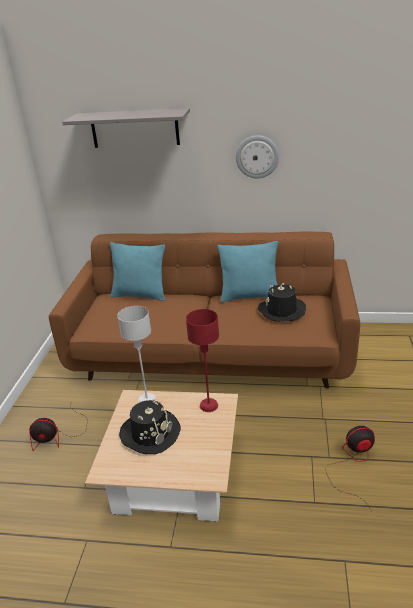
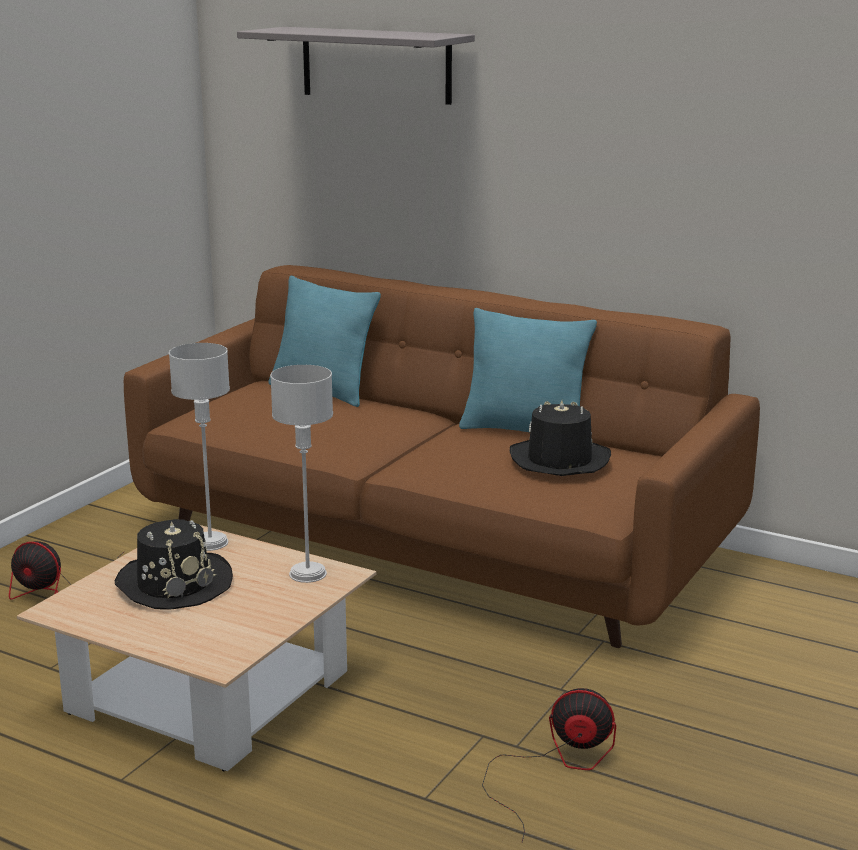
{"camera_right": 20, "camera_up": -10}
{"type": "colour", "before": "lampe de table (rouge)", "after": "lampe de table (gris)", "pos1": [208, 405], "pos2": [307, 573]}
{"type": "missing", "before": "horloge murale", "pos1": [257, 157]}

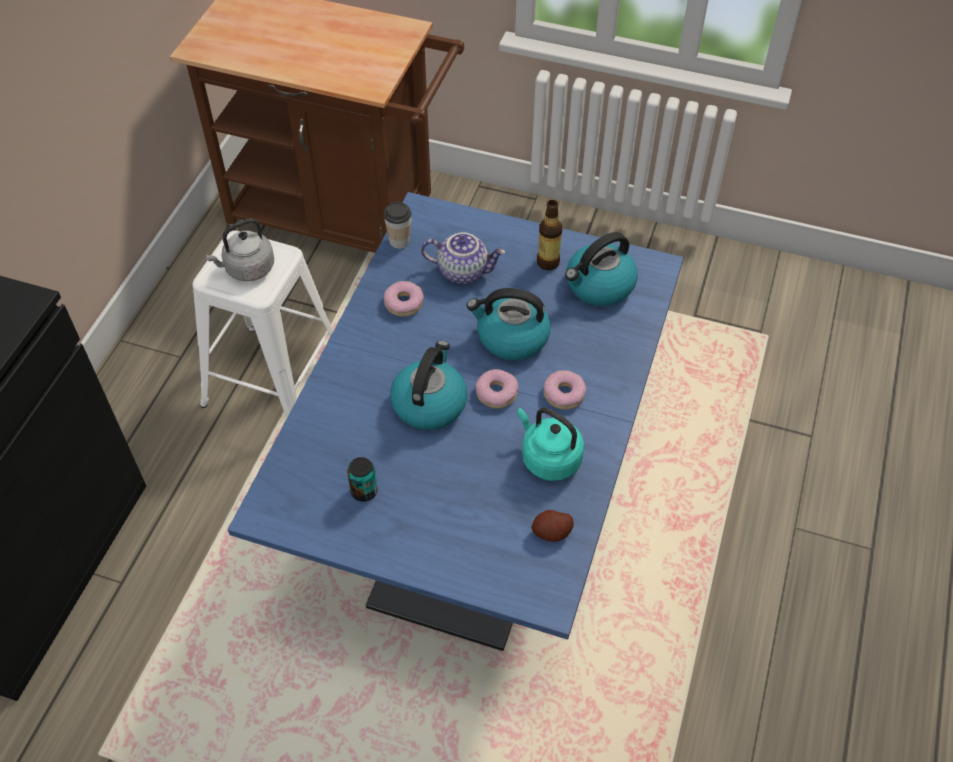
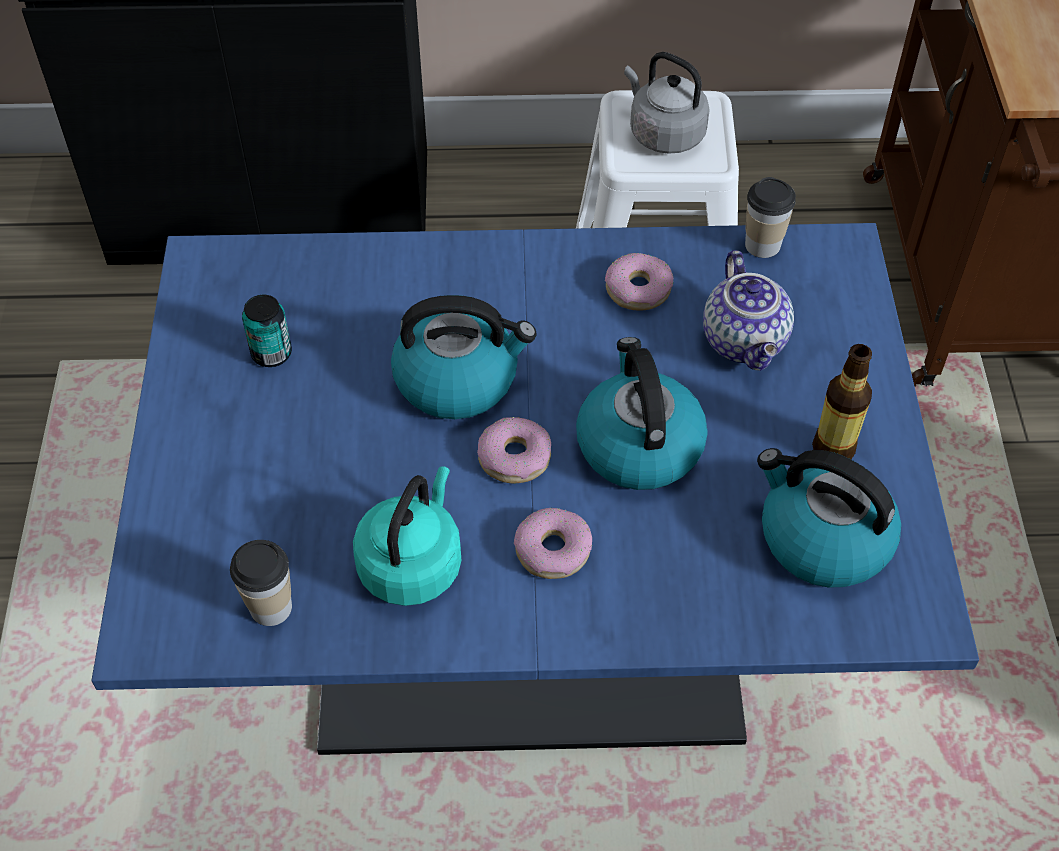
{"camera_right": 70, "camera_up": 0}
{"type": "exchanged", "before": "pomme de terre", "after": "tasse", "pos1": [552, 532], "pos2": [270, 607]}

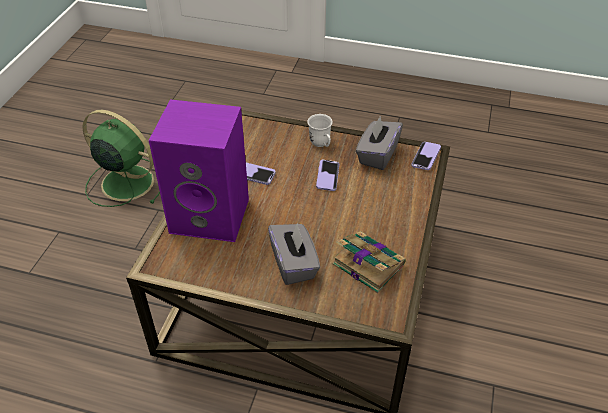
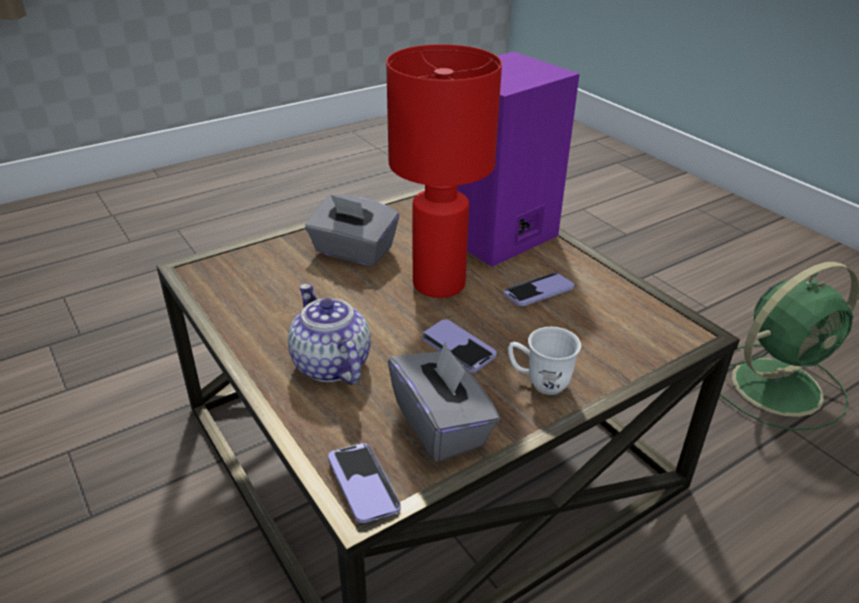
{"camera_right": 130, "camera_up": -10}
{"type": "appeared", "after": "théière", "pos2": [330, 364]}
{"type": "appeared", "after": "lampe de table (rouge)", "pos2": [437, 284]}
{"type": "missing", "before": "livre", "pos1": [367, 263]}

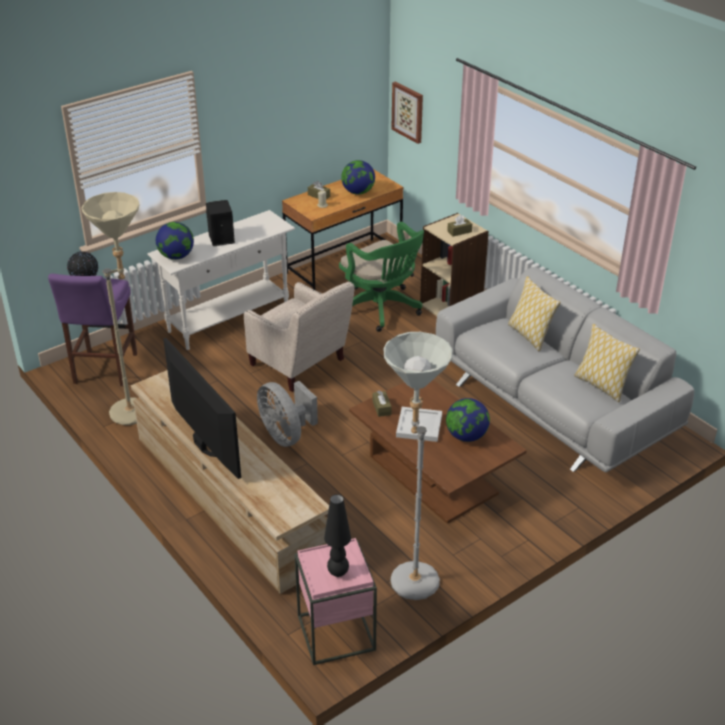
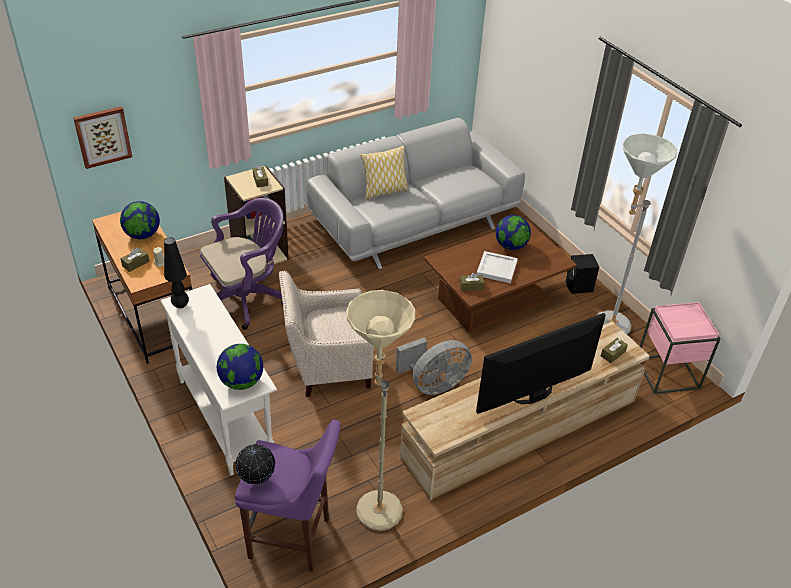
{"camera_right": -85, "camera_up": 5}
{"type": "relocated", "before": "lampe de table (noir)", "pos1": [338, 573], "pos2": [180, 305]}
{"type": "colour", "before": "chaise de bureau (vert)", "after": "chaise de bureau (violet)", "pos1": [382, 309], "pos2": [247, 298]}
{"type": "spun", "before": "fauteuil (beige)", "pos1": [300, 365], "pos2": [326, 365], "turn": -150}
{"type": "relocated", "before": "enceinte (noir)", "pos1": [220, 239], "pos2": [579, 287]}
{"type": "appeared", "after": "boîte à mouchoirs (marron)", "pos2": [613, 354]}
{"type": "missing", "before": "coussin", "pos1": [601, 385]}

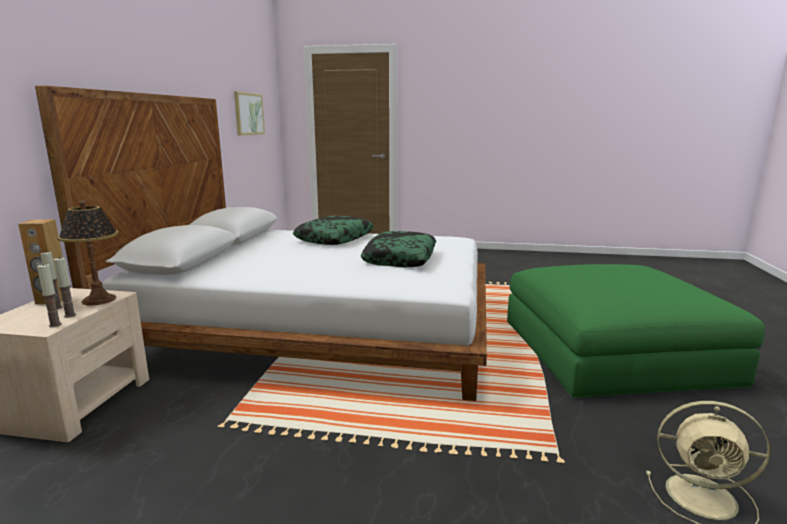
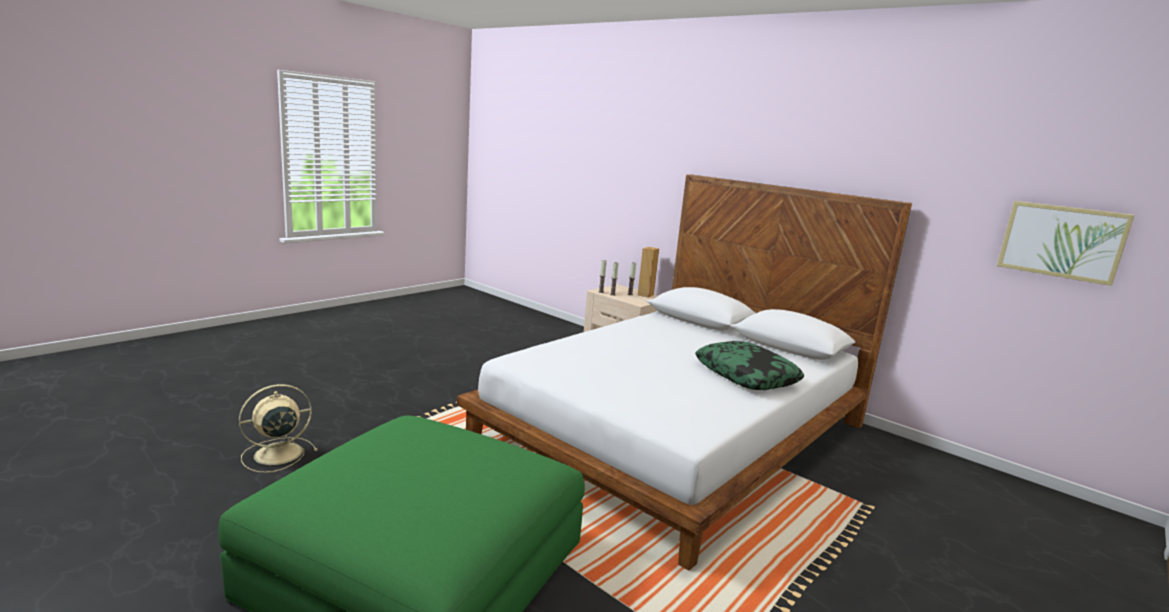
{"camera_right": 120, "camera_up": 0}
{"type": "missing", "before": "lampe de table", "pos1": [99, 299]}
{"type": "missing", "before": "coussin", "pos1": [400, 258]}

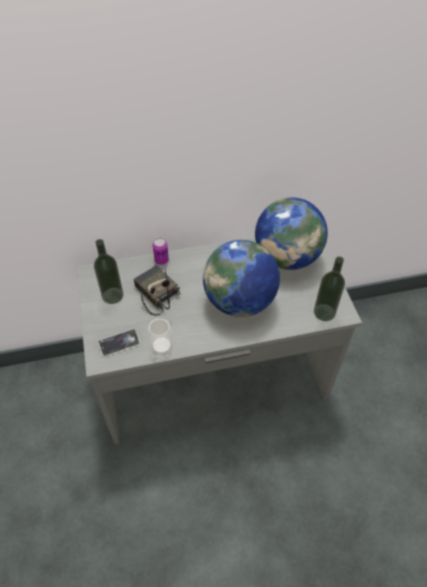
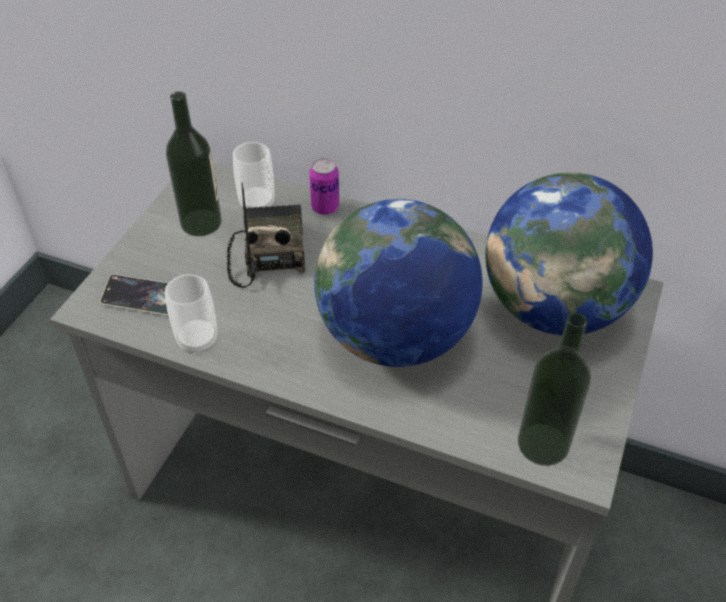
{"camera_right": 35, "camera_up": -5}
{"type": "appeared", "after": "tasse", "pos2": [257, 203]}

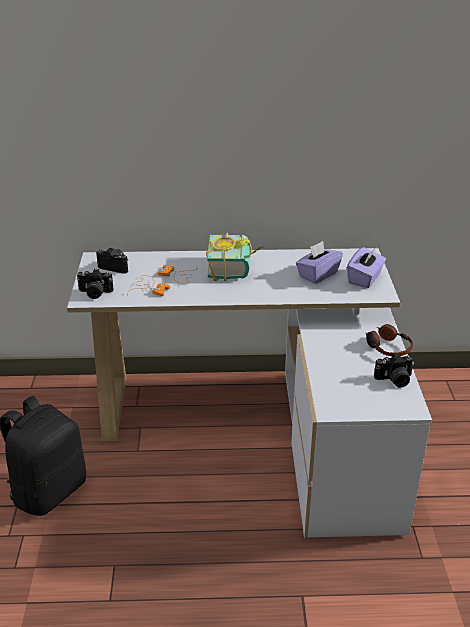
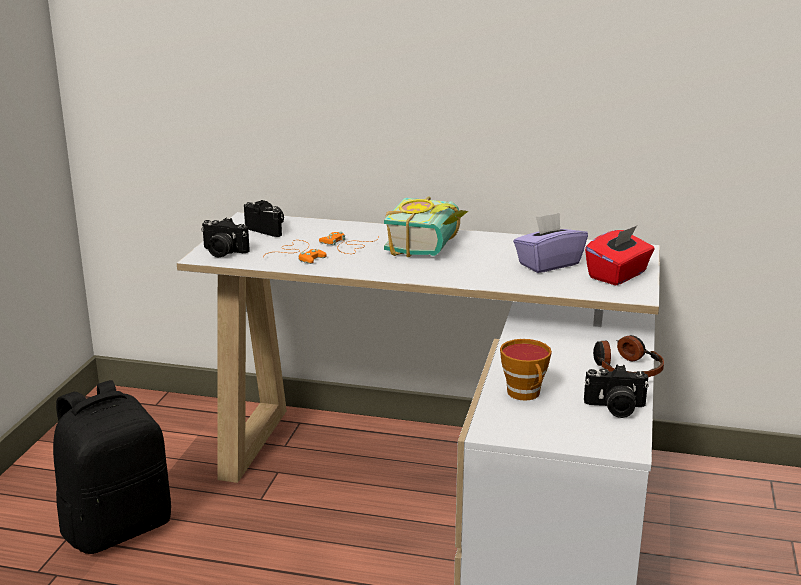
{"camera_right": 15, "camera_up": -10}
{"type": "appeared", "after": "tasse", "pos2": [526, 394]}
{"type": "colour", "before": "boîte à mouchoirs (violet)", "after": "boîte à mouchoirs (rouge)", "pos1": [365, 279], "pos2": [618, 275]}

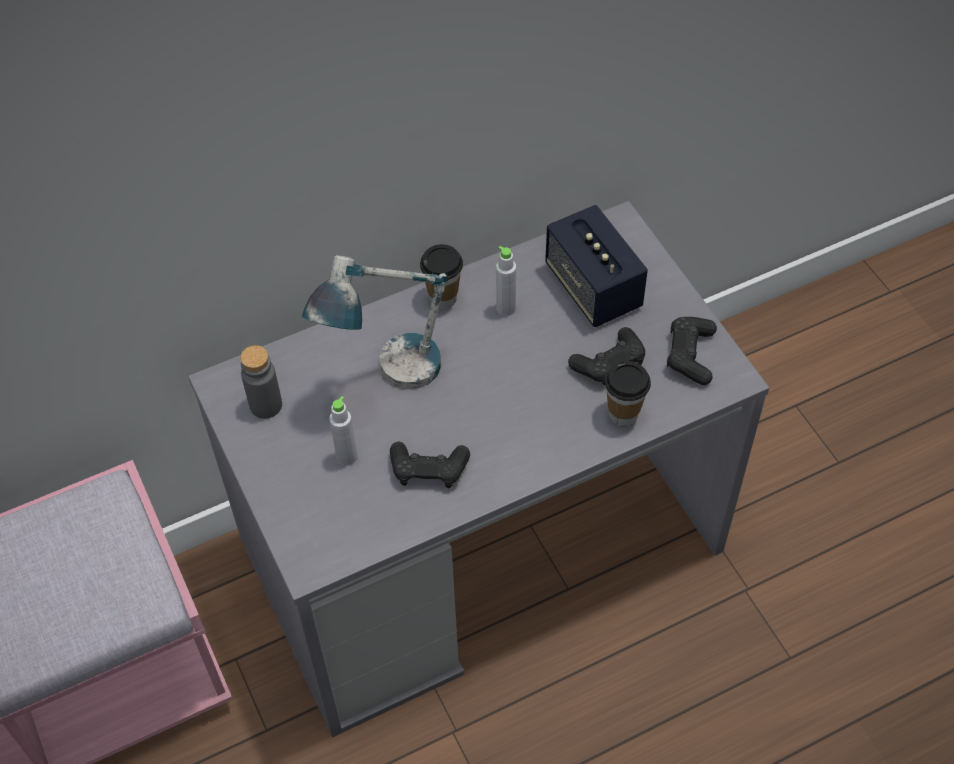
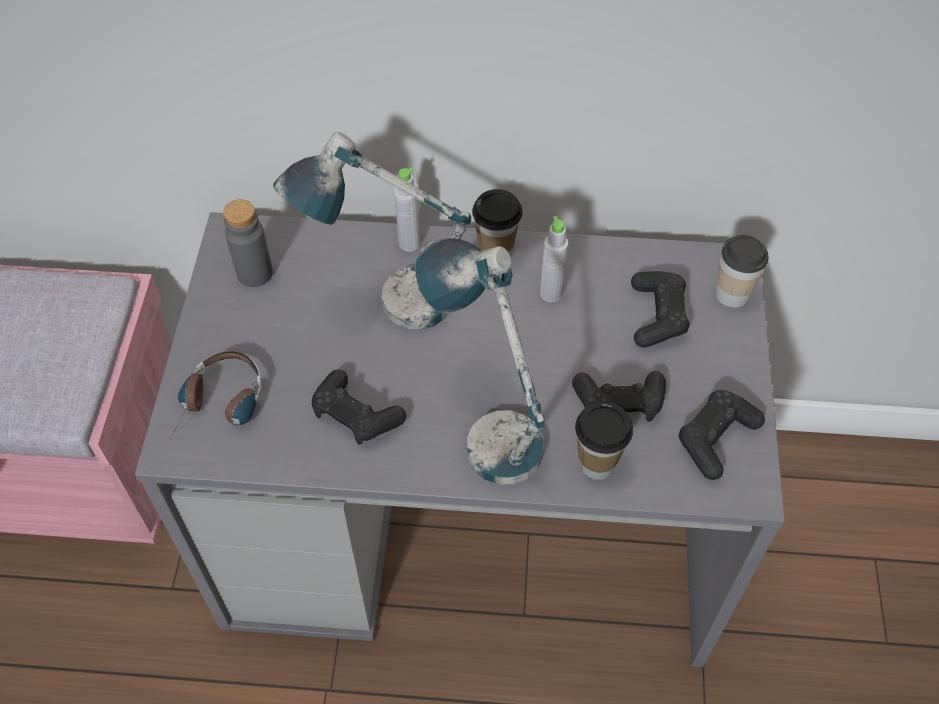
{"camera_right": 30, "camera_up": 0}
{"type": "appeared", "after": "casque audio", "pos2": [220, 407]}
{"type": "relocated", "before": "bouteille (gris)", "pos1": [346, 457], "pos2": [409, 243]}
{"type": "appeared", "after": "lampe de table", "pos2": [485, 425]}
{"type": "exchanged", "before": "enceinte", "after": "manette (noir)", "pos1": [593, 287], "pos2": [657, 315]}
{"type": "appeared", "after": "tasse", "pos2": [732, 294]}

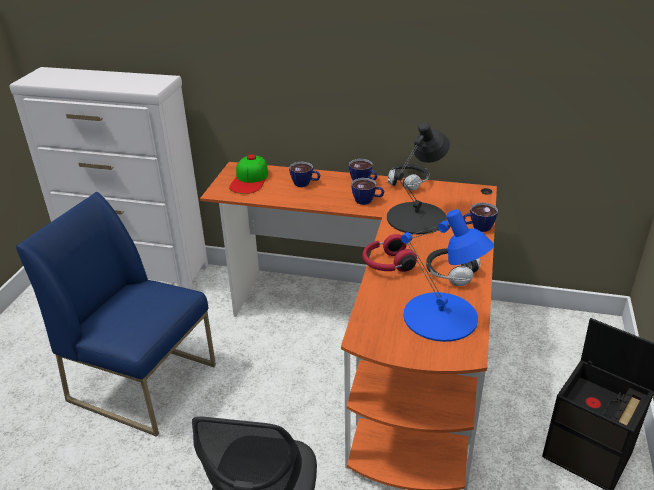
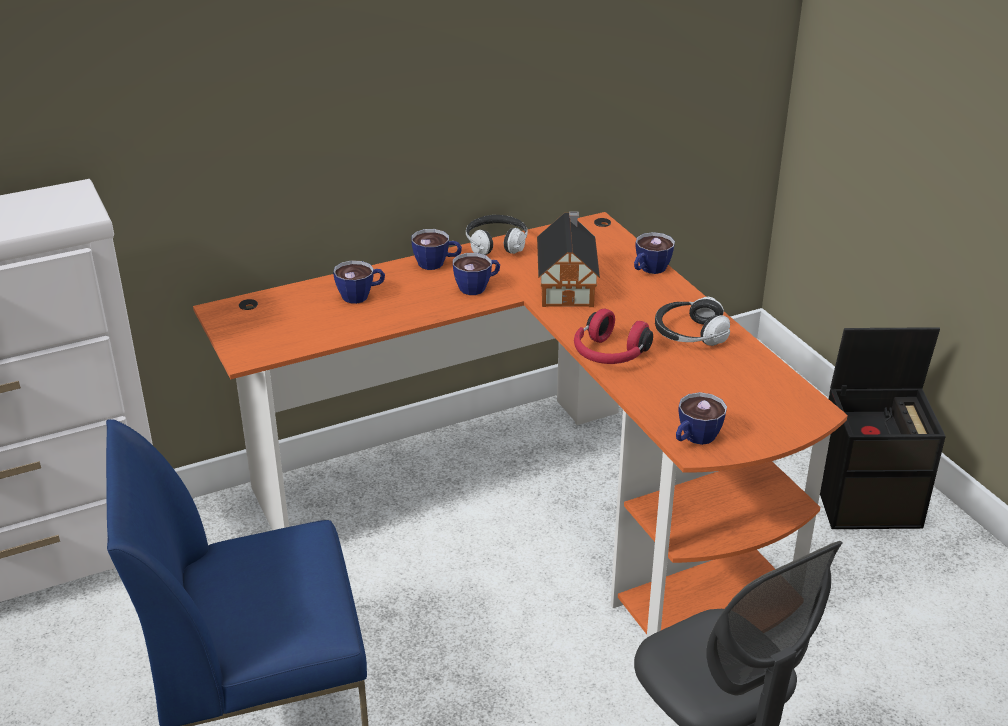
{"camera_right": -40, "camera_up": 0}
{"type": "exchanged", "before": "lampe de table (noir)", "after": "maison miniature", "pos1": [417, 217], "pos2": [567, 285]}
{"type": "appeared", "after": "tasse", "pos2": [694, 439]}
{"type": "missing", "before": "casquette", "pos1": [250, 180]}
{"type": "missing", "before": "lampe de table (bleu)", "pos1": [441, 317]}

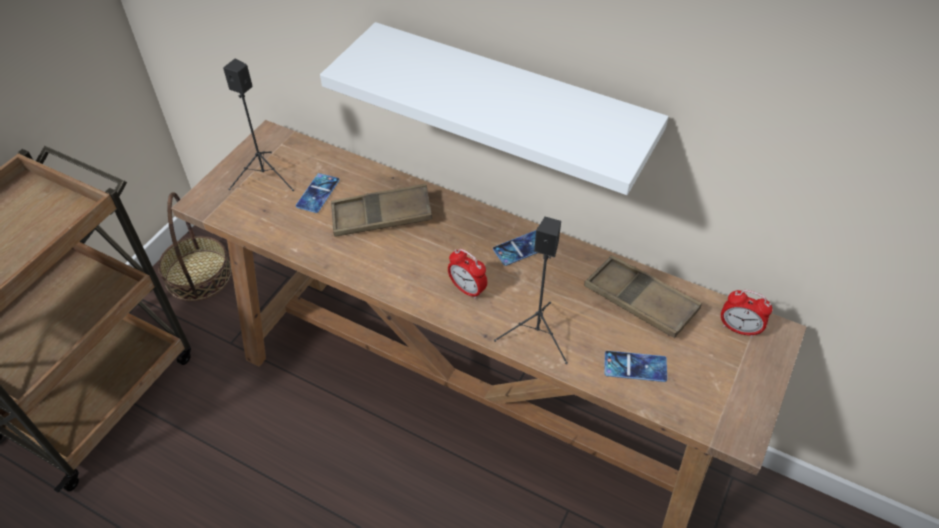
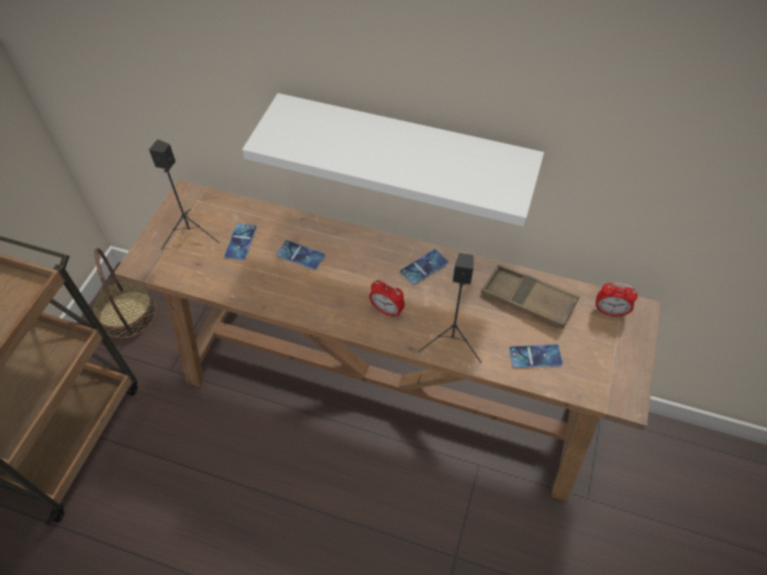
{"camera_right": -10, "camera_up": 5}
{"type": "exchanged", "before": "plateau (marron)", "after": "téléphone", "pos1": [382, 216], "pos2": [300, 255]}

